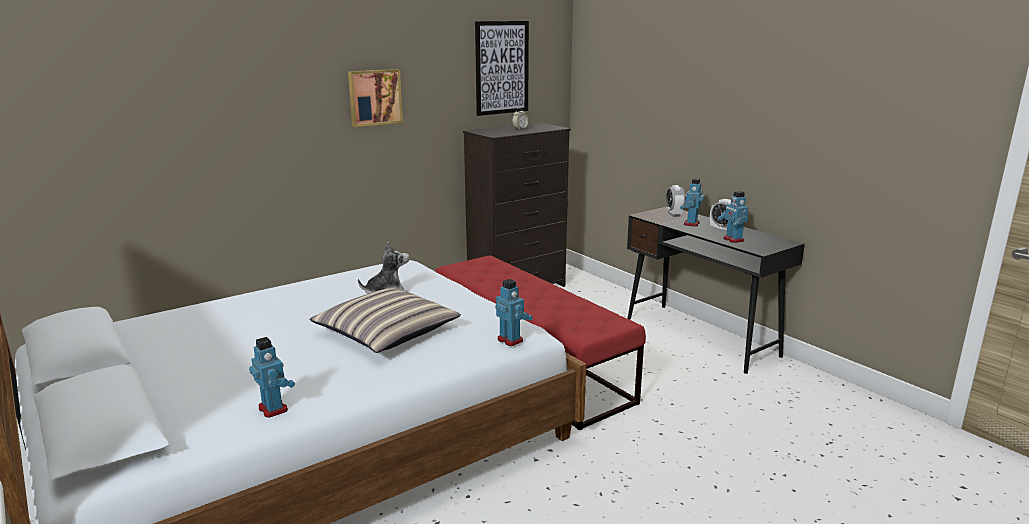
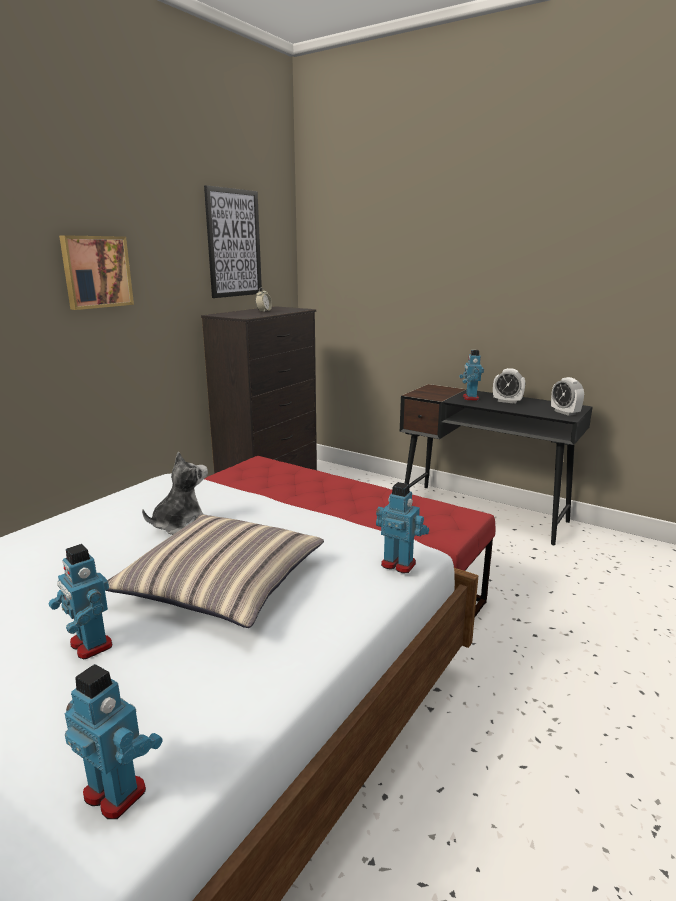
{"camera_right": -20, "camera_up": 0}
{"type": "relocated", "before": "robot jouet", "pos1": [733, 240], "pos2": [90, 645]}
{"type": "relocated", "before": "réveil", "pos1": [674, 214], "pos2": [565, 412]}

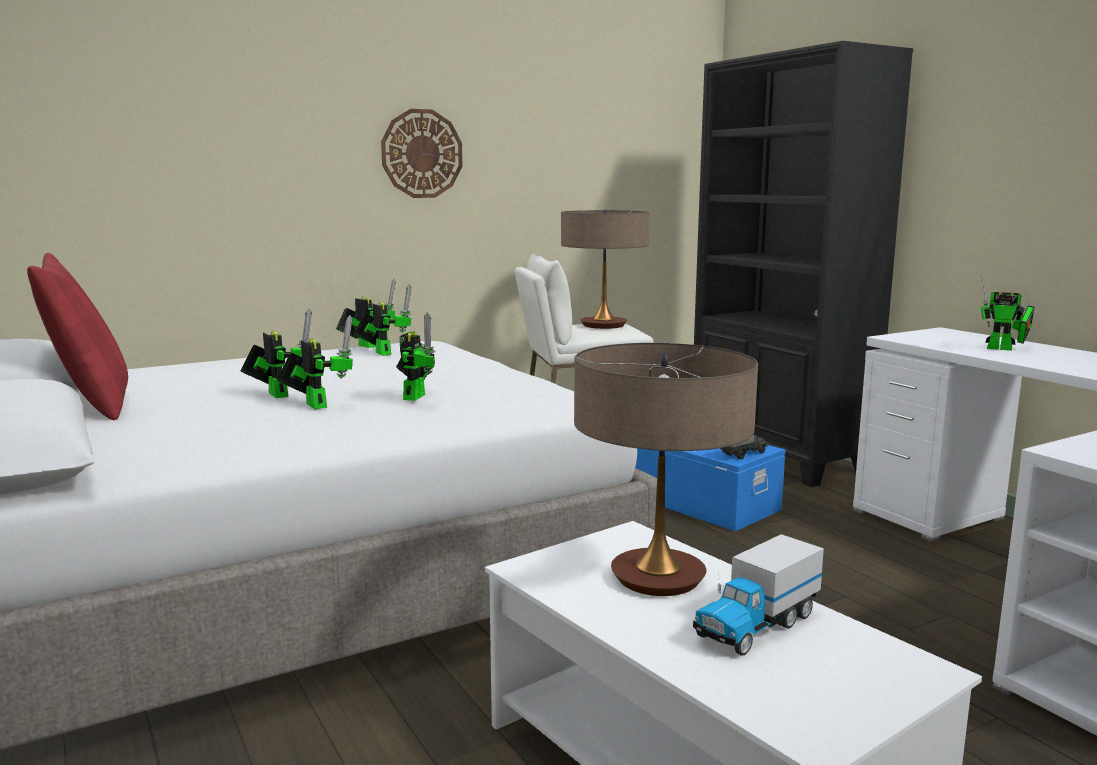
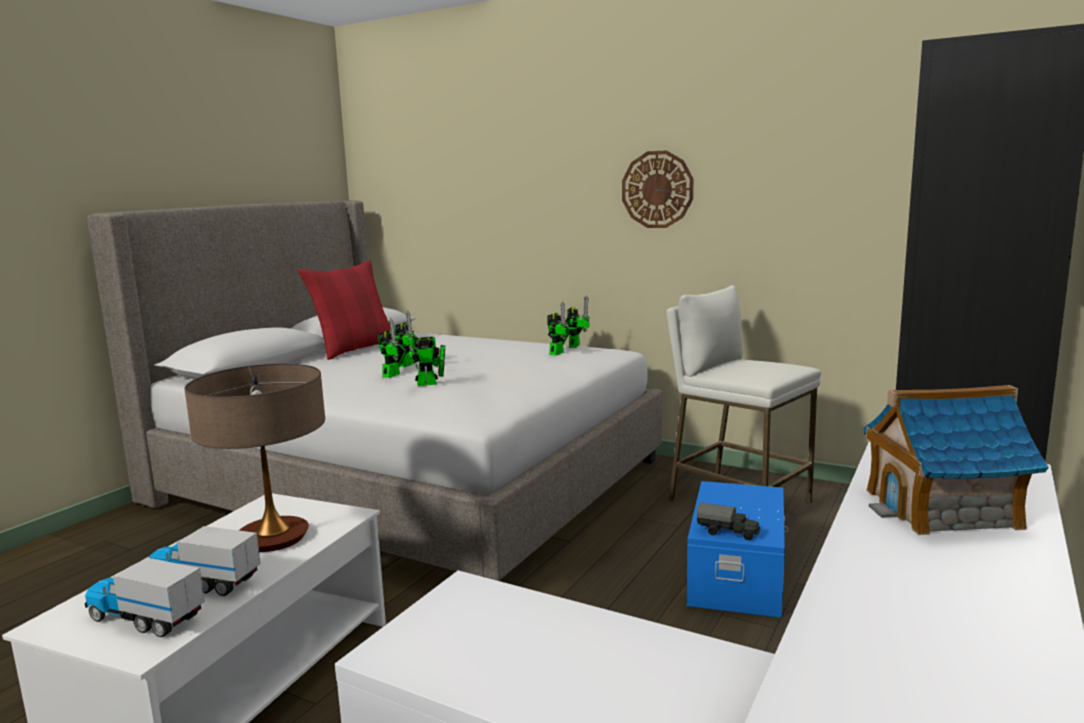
{"camera_right": 60, "camera_up": 0}
{"type": "appeared", "after": "camion jouet", "pos2": [145, 619]}
{"type": "exchanged", "before": "robot jouet", "after": "maison miniature", "pos1": [1004, 349], "pos2": [942, 509]}
{"type": "missing", "before": "lampe de table", "pos1": [603, 325]}

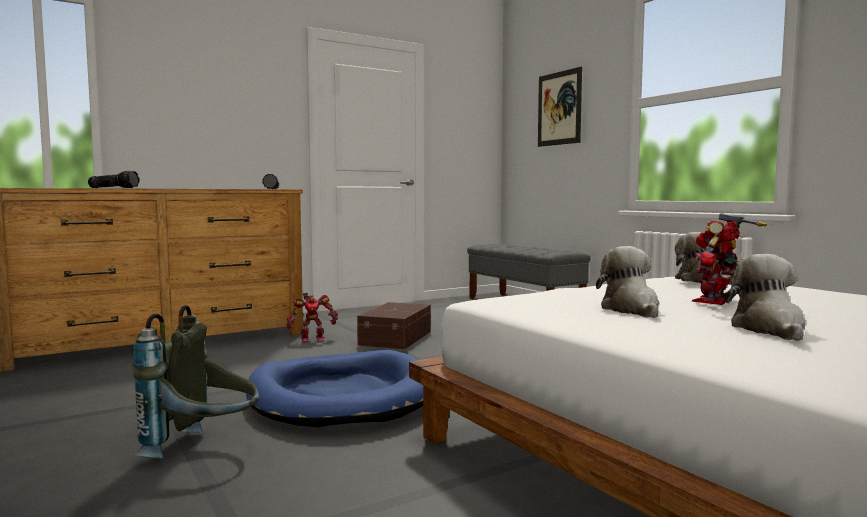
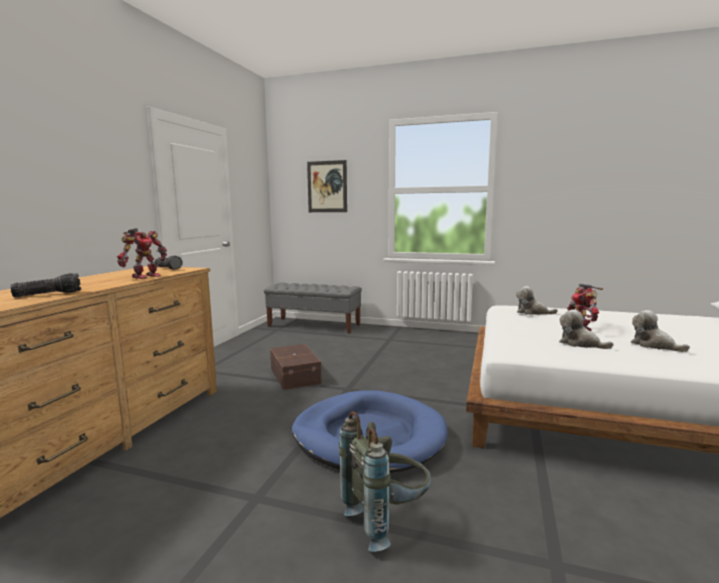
{"camera_right": -40, "camera_up": 5}
{"type": "relocated", "before": "robot jouet", "pos1": [312, 339], "pos2": [145, 276]}

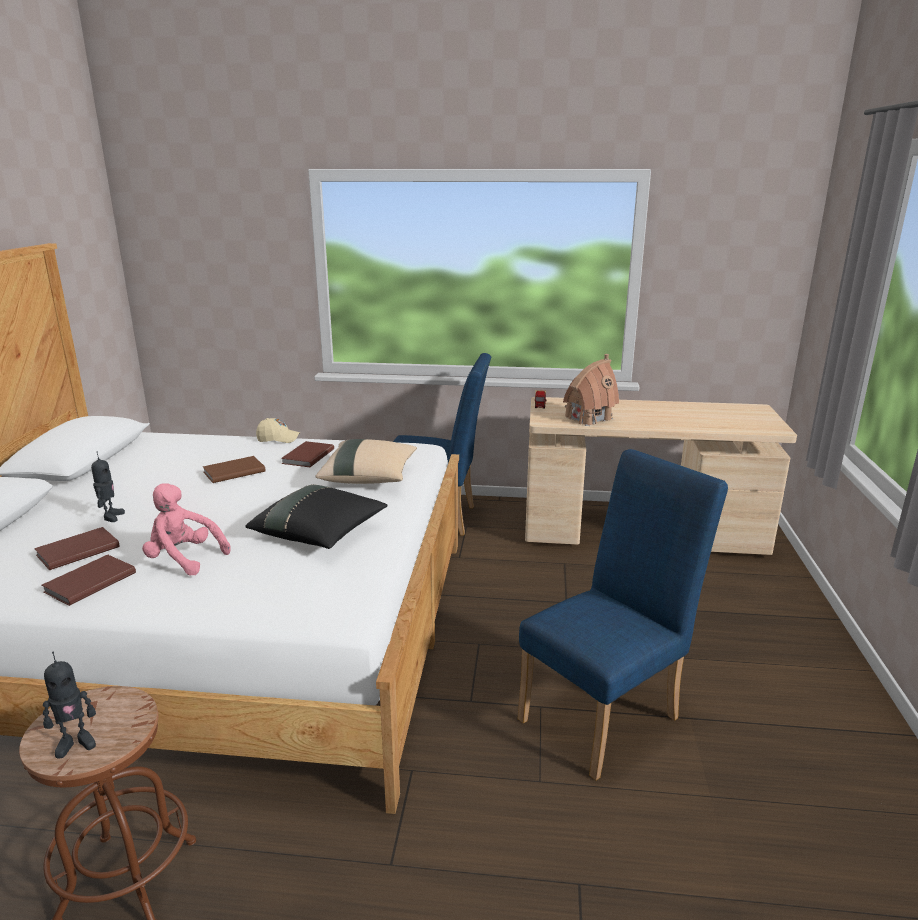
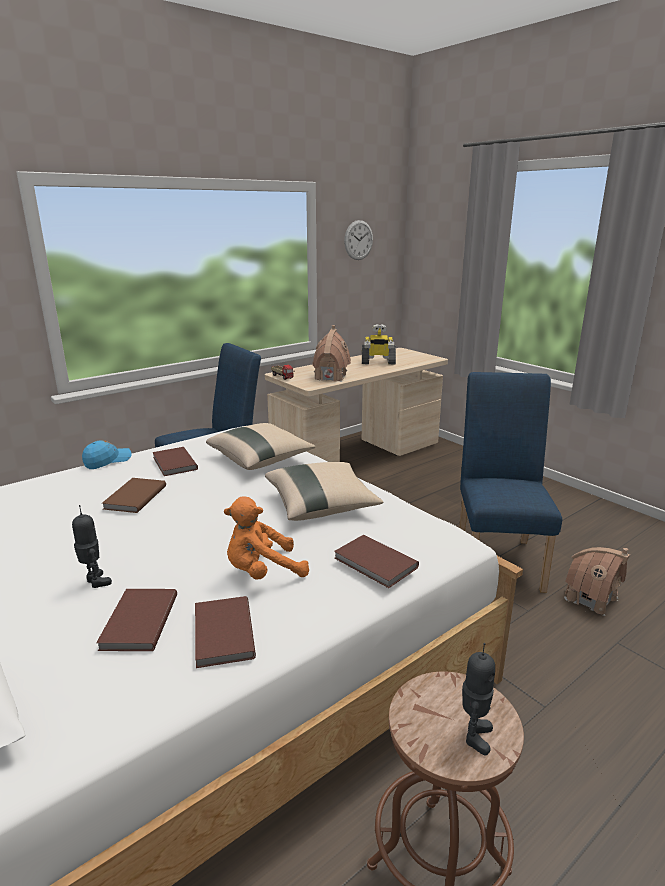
{"camera_right": -45, "camera_up": 0}
{"type": "colour", "before": "casquette (beige)", "after": "casquette (bleu)", "pos1": [278, 439], "pos2": [107, 461]}
{"type": "colour", "before": "peluche (rose)", "after": "peluche (orange)", "pos1": [184, 559], "pos2": [262, 572]}
{"type": "colour", "before": "coussin (noir)", "after": "coussin (beige)", "pos1": [320, 534], "pos2": [321, 506]}
{"type": "appeared", "after": "livre (marron)", "pos2": [375, 564]}
{"type": "appeared", "after": "horloge murale", "pos2": [358, 240]}
{"type": "appeared", "after": "robot jouet", "pos2": [378, 362]}
{"type": "appeared", "after": "maison miniature", "pos2": [591, 599]}

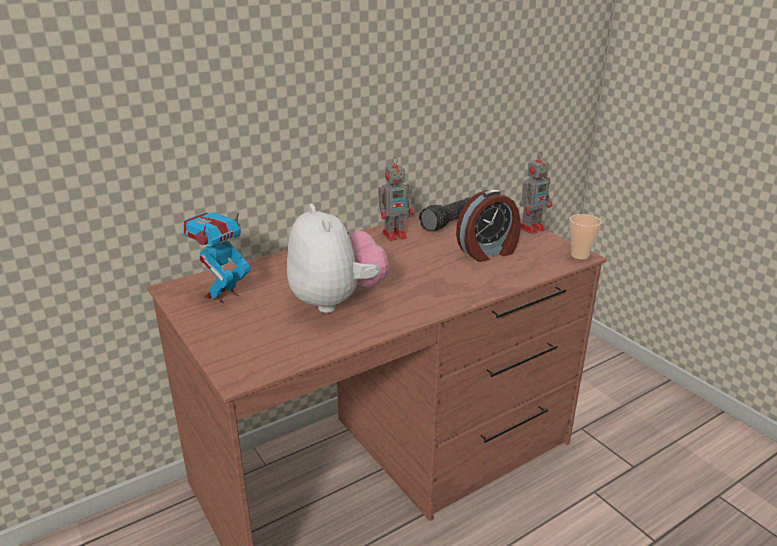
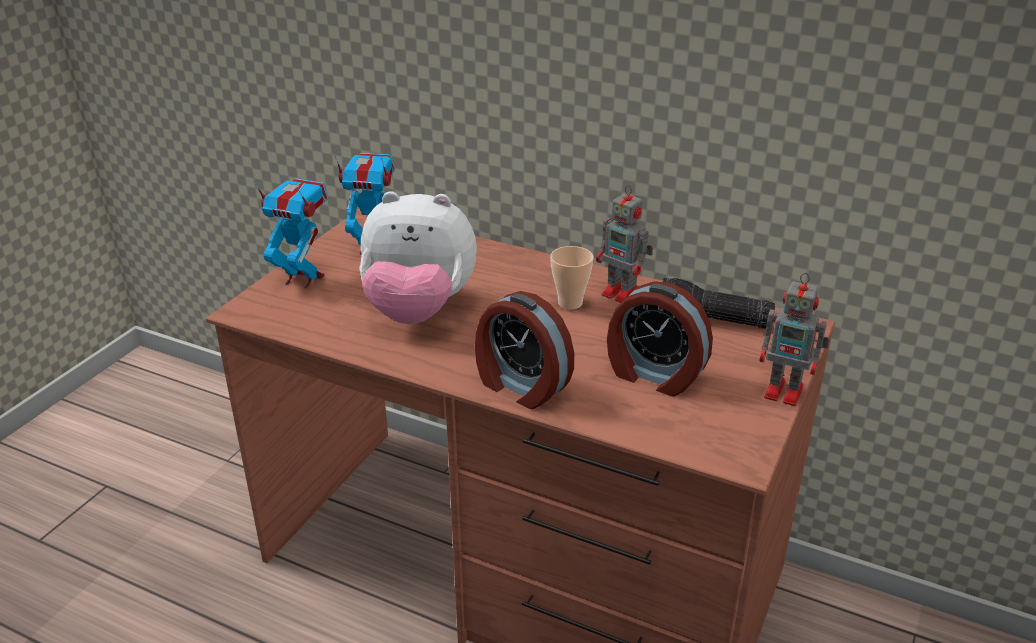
{"camera_right": 60, "camera_up": 5}
{"type": "appeared", "after": "robot jouet", "pos2": [303, 279]}
{"type": "spun", "before": "peluche", "pos1": [336, 301], "pos2": [418, 311], "turn": 60}
{"type": "appeared", "after": "réveil", "pos2": [520, 386]}
{"type": "relocated", "before": "tasse", "pos1": [579, 255], "pos2": [570, 303]}

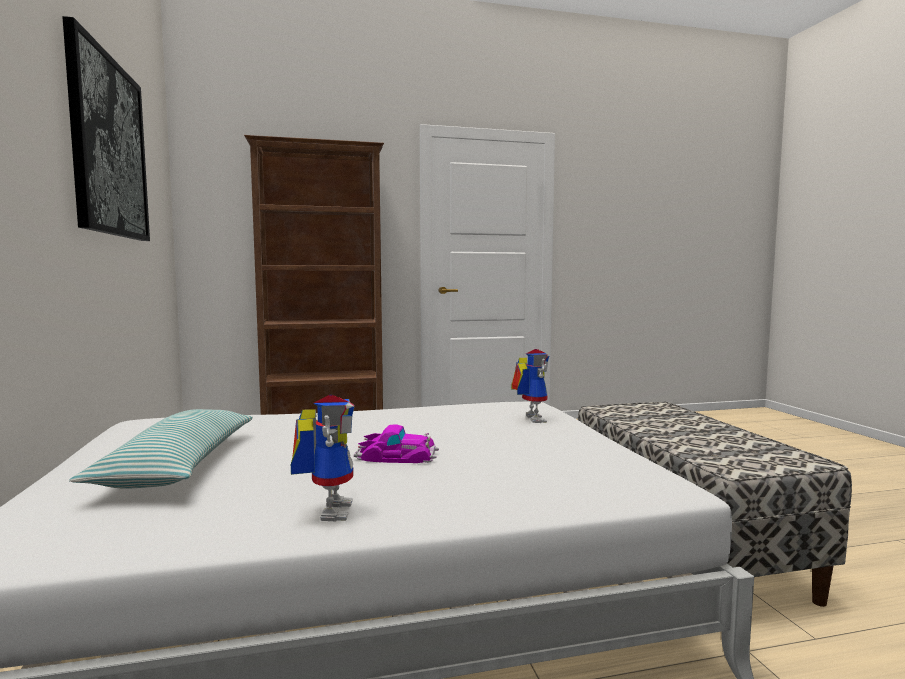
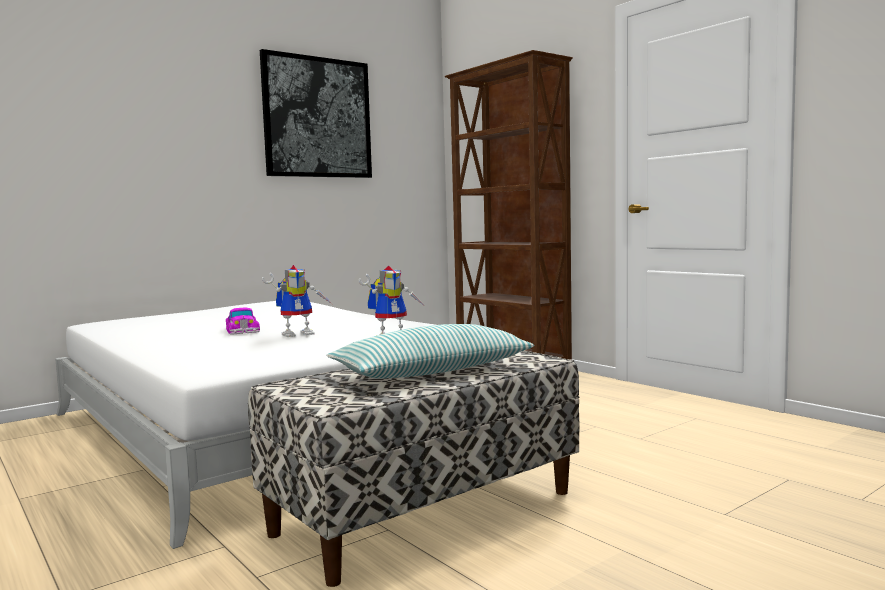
{"camera_right": 65, "camera_up": 0}
{"type": "relocated", "before": "robot jouet", "pos1": [328, 509], "pos2": [299, 334]}
{"type": "relocated", "before": "coussin", "pos1": [179, 466], "pos2": [432, 372]}

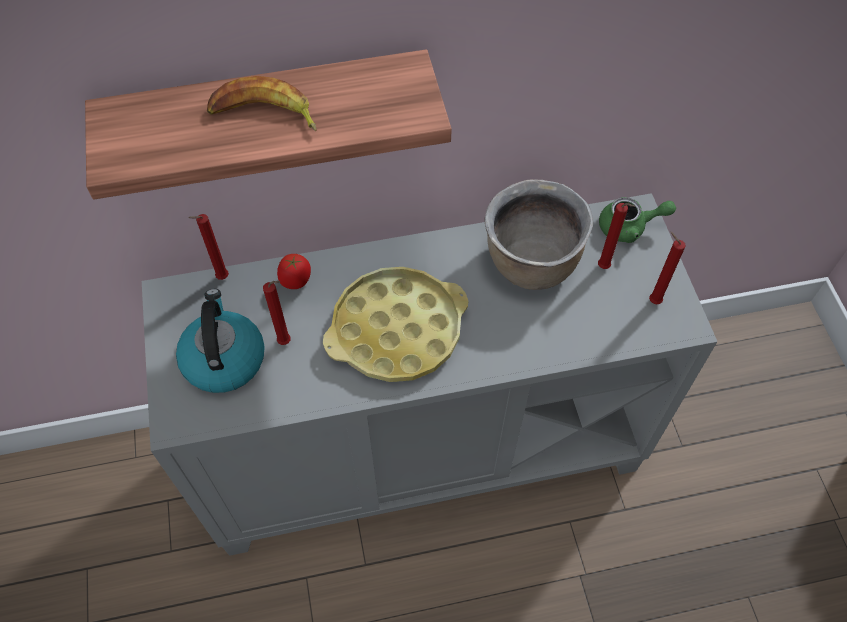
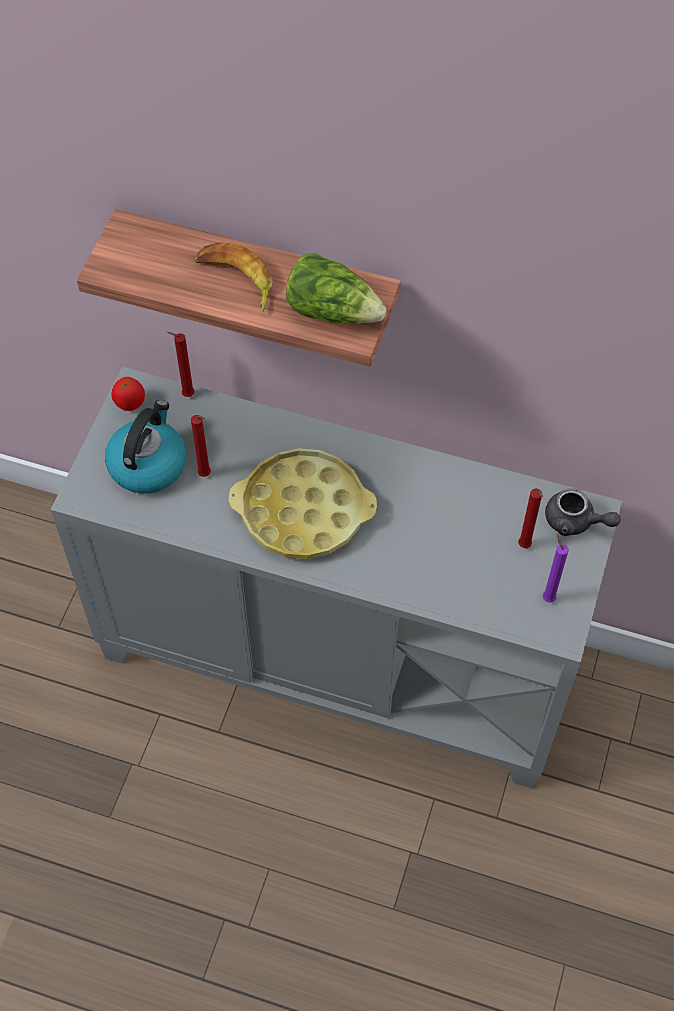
{"camera_right": 30, "camera_up": 0}
{"type": "relocated", "before": "tomate", "pos1": [296, 281], "pos2": [130, 404]}
{"type": "appeared", "after": "laitue", "pos2": [333, 311]}
{"type": "colour", "before": "bougie (rouge)", "after": "bougie (violet)", "pos1": [652, 300], "pos2": [547, 597]}
{"type": "colour", "before": "théière (vert)", "after": "théière (gris)", "pos1": [629, 227], "pos2": [575, 522]}
{"type": "missing", "before": "marmite (marron)", "pos1": [531, 264]}

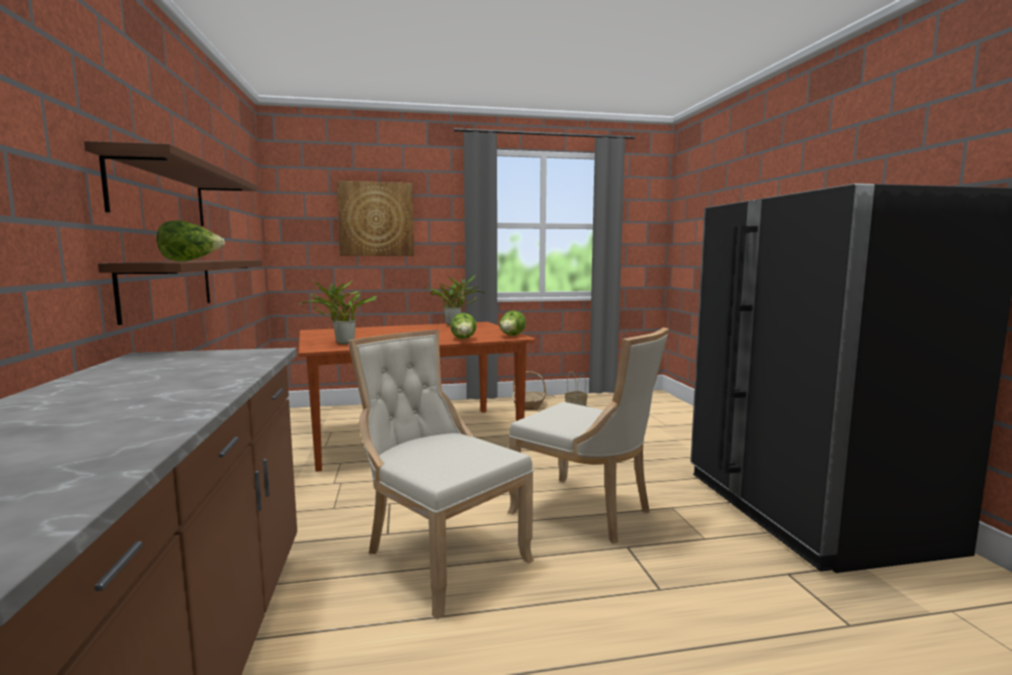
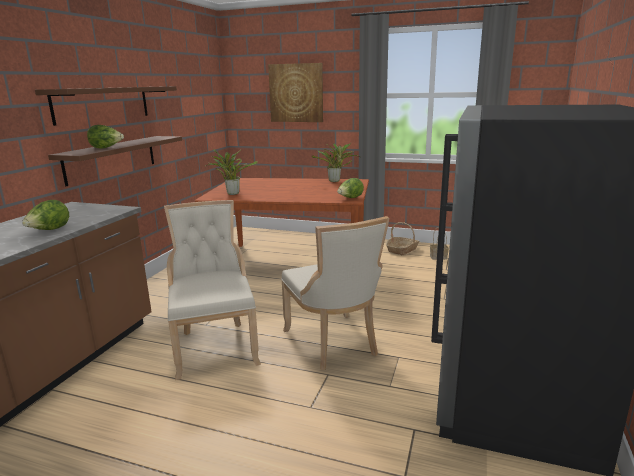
{"camera_right": 30, "camera_up": 10}
{"type": "relocated", "before": "laitue", "pos1": [464, 339], "pos2": [49, 230]}

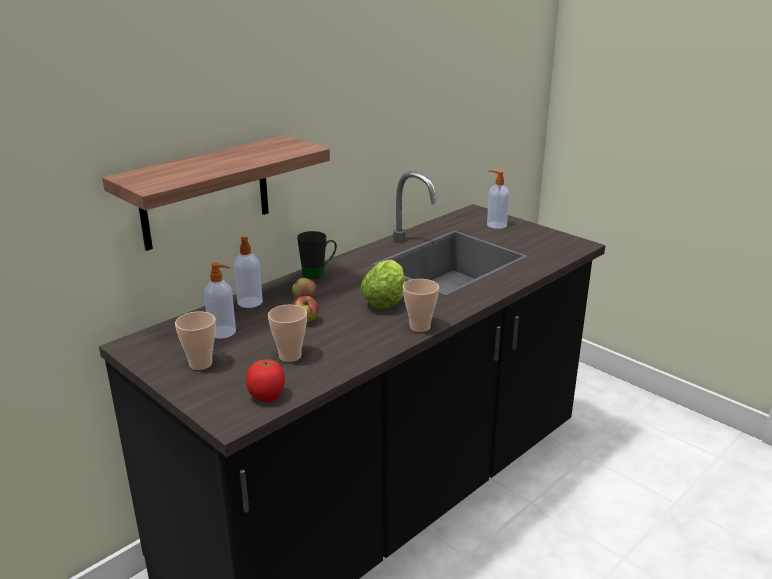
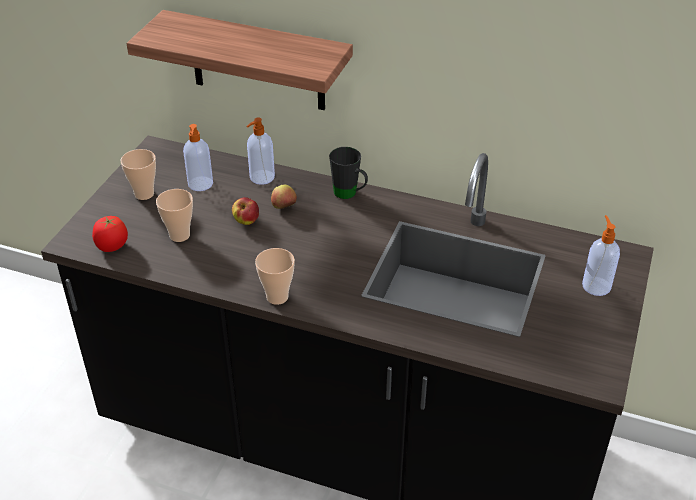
{"camera_right": 65, "camera_up": 15}
{"type": "missing", "before": "laitue", "pos1": [386, 299]}

